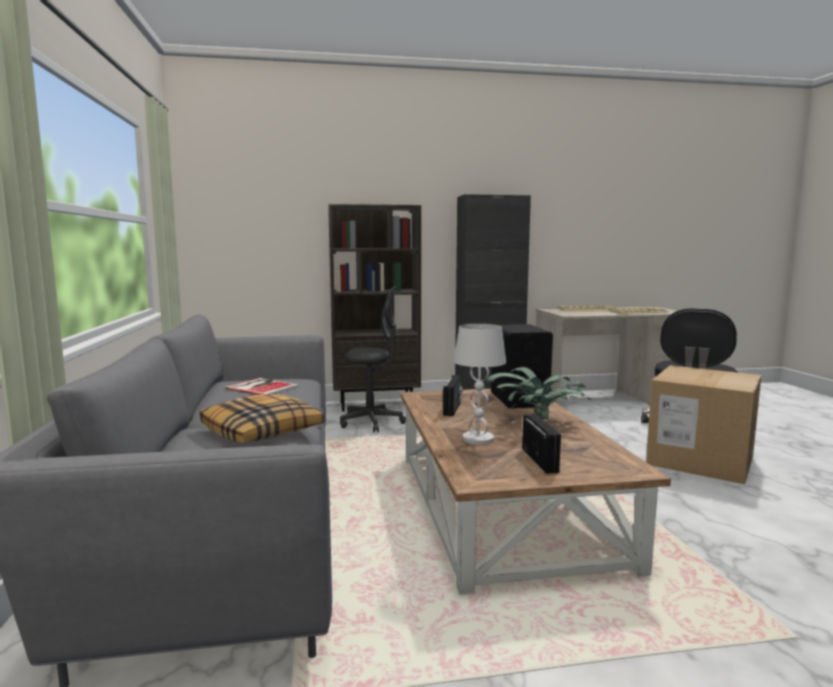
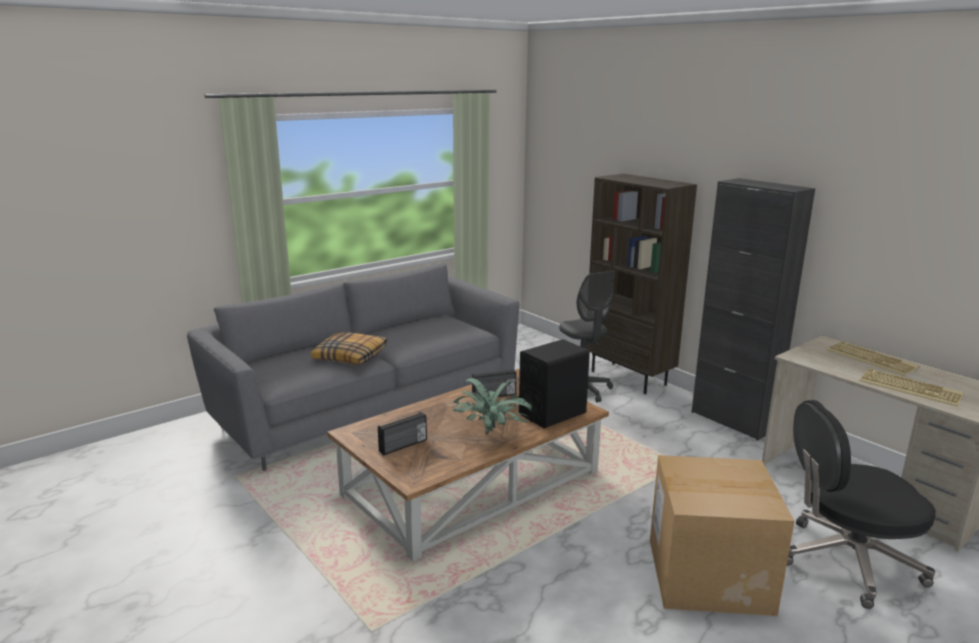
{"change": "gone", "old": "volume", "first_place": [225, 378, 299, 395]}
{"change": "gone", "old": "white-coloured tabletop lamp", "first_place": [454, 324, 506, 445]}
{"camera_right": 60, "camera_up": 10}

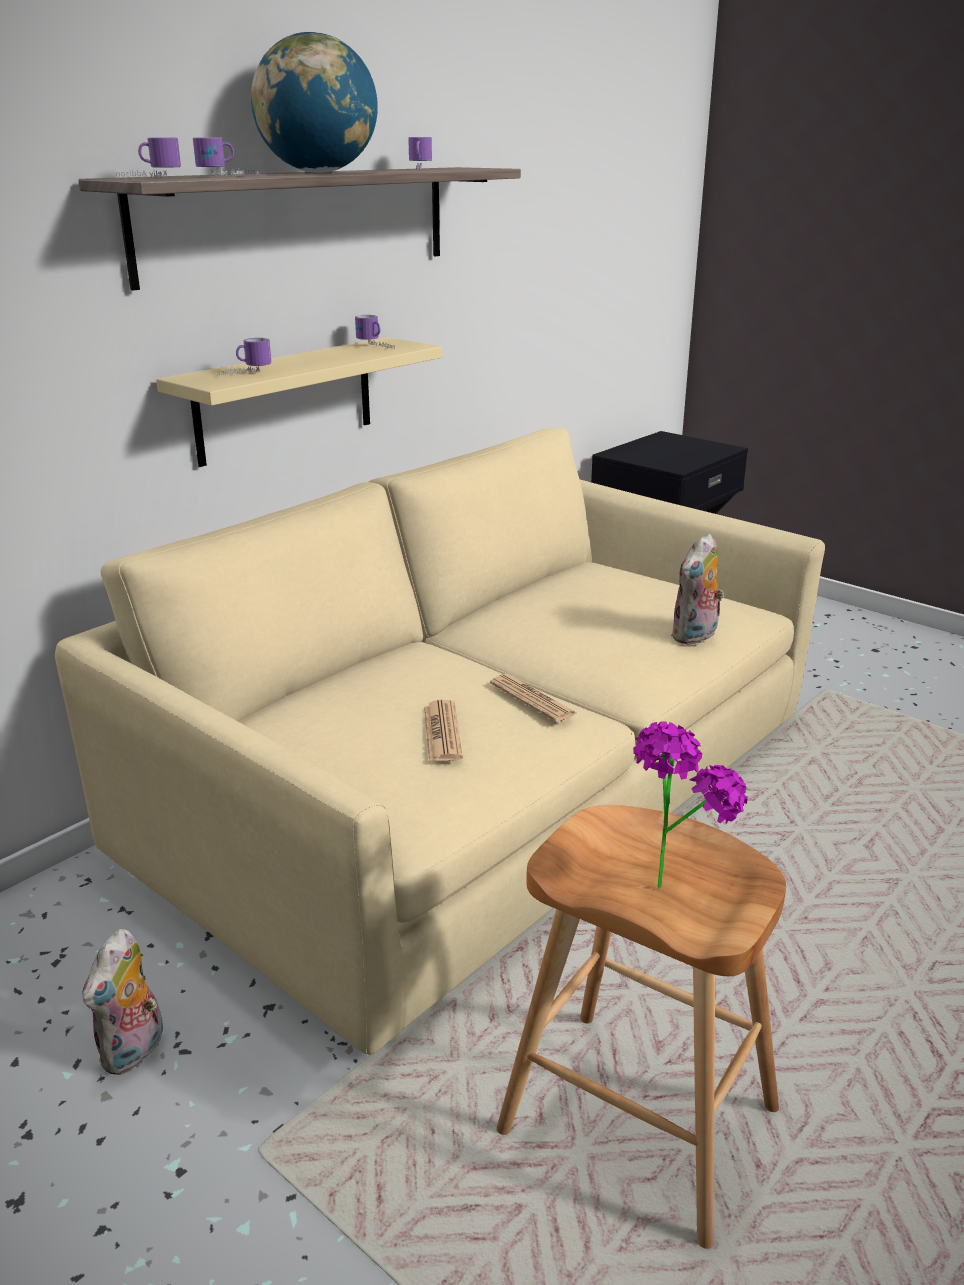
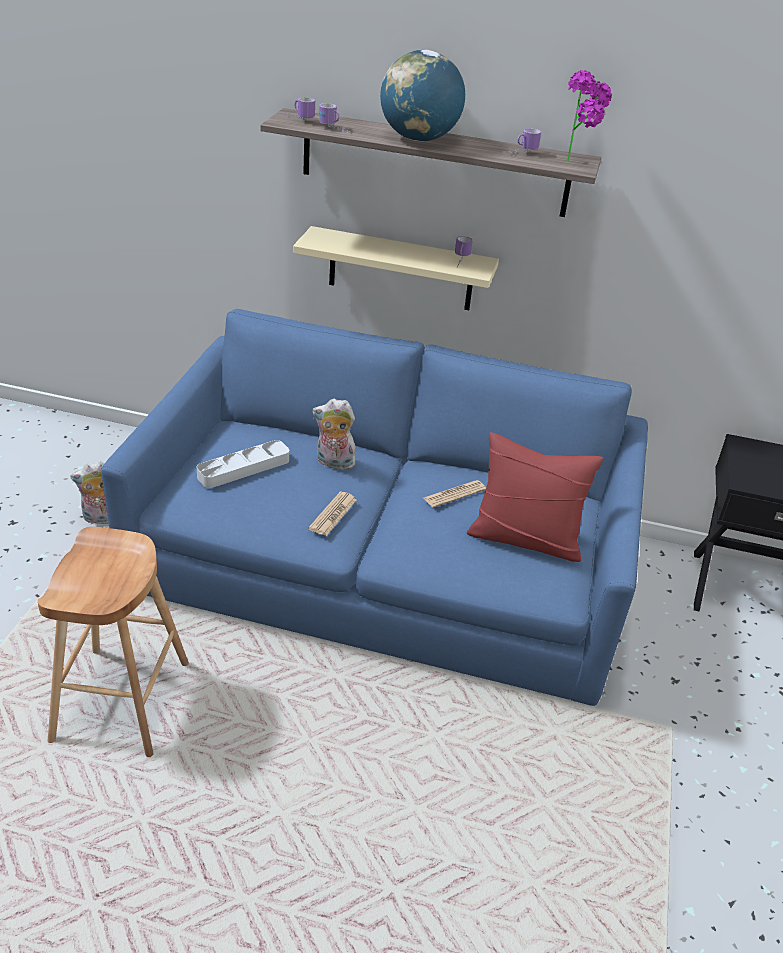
{"change": "gone", "old": "coffee mug", "first_place": [217, 338, 271, 375]}
{"change": "new", "new": "grey carrying tray", "second_place": [197, 440, 289, 488]}
{"change": "new", "new": "red-coloured cushion", "second_place": [467, 432, 603, 562]}
{"change": "shifted", "old": "newspaper", "first_place": [424, 700, 463, 762], "second_place": [423, 480, 486, 508]}
{"change": "shifted", "old": "plant in a pot", "first_place": [633, 721, 748, 889], "second_place": [567, 70, 612, 161]}
{"change": "shifted", "old": "cuddly toy", "first_place": [670, 533, 724, 645], "second_place": [312, 399, 358, 470]}
{"change": "repainted", "old": "beige-coloured couch", "new": "bluish couch", "first_place": [55, 428, 825, 1055], "second_place": [101, 309, 648, 706]}
{"camera_right": 60, "camera_up": 10}

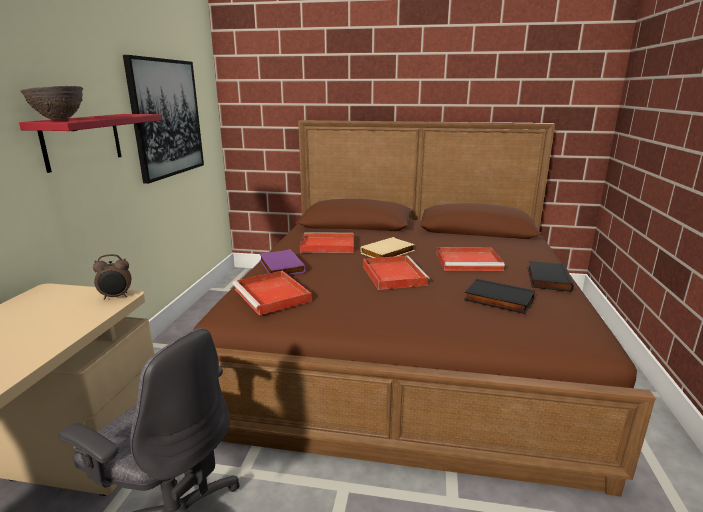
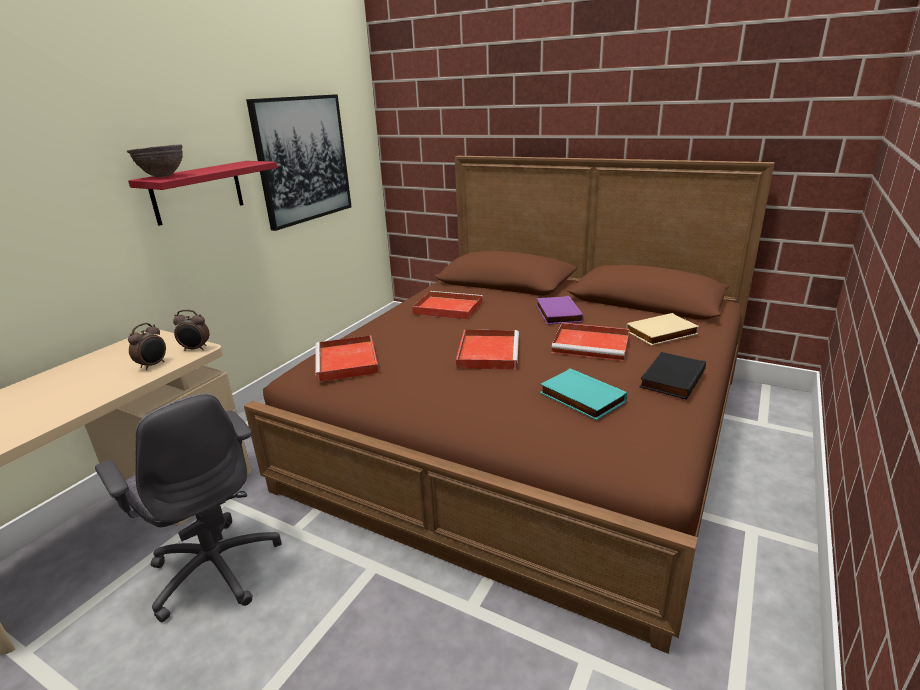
{"change": "new", "new": "bedside clock", "second_place": [128, 323, 166, 370]}
{"change": "shifted", "old": "purple volume", "first_place": [260, 249, 306, 275], "second_place": [536, 296, 583, 325]}
{"change": "shifted", "old": "beige-coloured volume", "first_place": [360, 237, 415, 258], "second_place": [626, 313, 699, 346]}
{"change": "repainted", "old": "black volume", "new": "turquoise volume", "first_place": [464, 278, 535, 314], "second_place": [540, 369, 627, 420]}
{"camera_right": 20, "camera_up": 5}

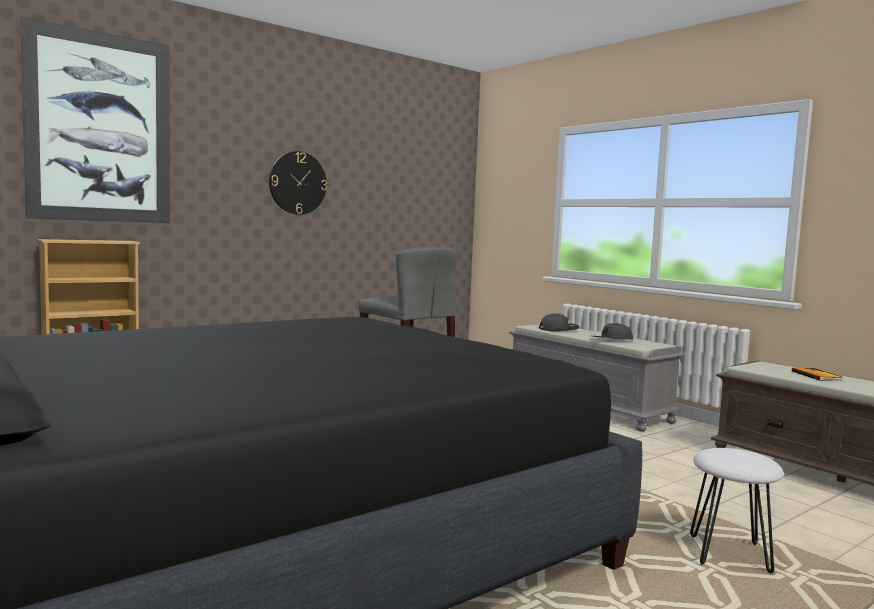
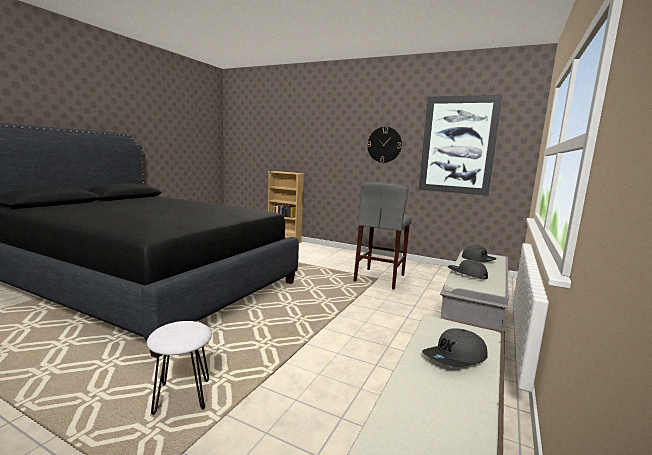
{"change": "shifted", "old": "wall picture", "first_place": [20, 17, 170, 223], "second_place": [419, 95, 502, 196]}
{"change": "swapped", "old": "volume", "new": "grey peaked cap", "first_place": [792, 368, 842, 381], "second_place": [422, 328, 487, 367]}
{"camera_right": 65, "camera_up": 5}

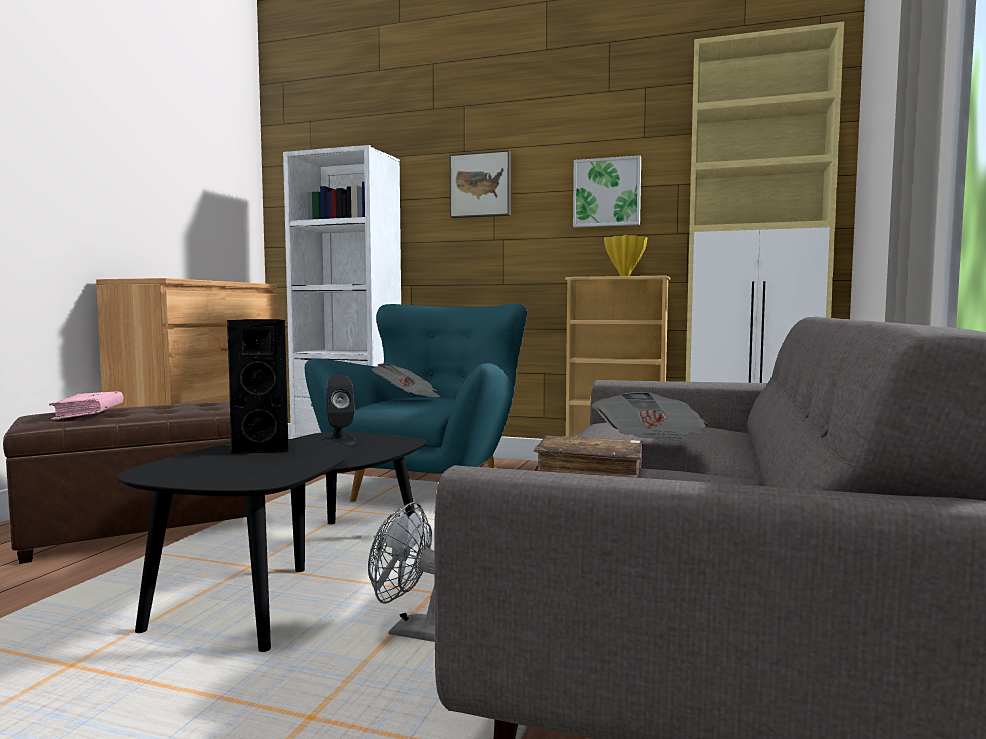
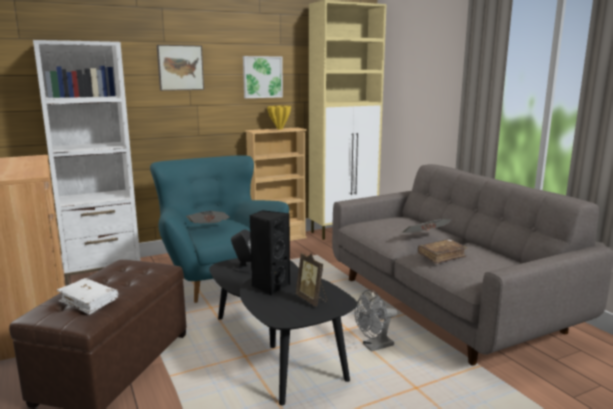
{"change": "new", "new": "photo frame", "second_place": [296, 253, 327, 306]}
{"change": "repainted", "old": "pink-coloured volume", "new": "white-coloured volume", "first_place": [49, 392, 123, 420], "second_place": [57, 278, 118, 315]}
{"camera_right": -45, "camera_up": 10}

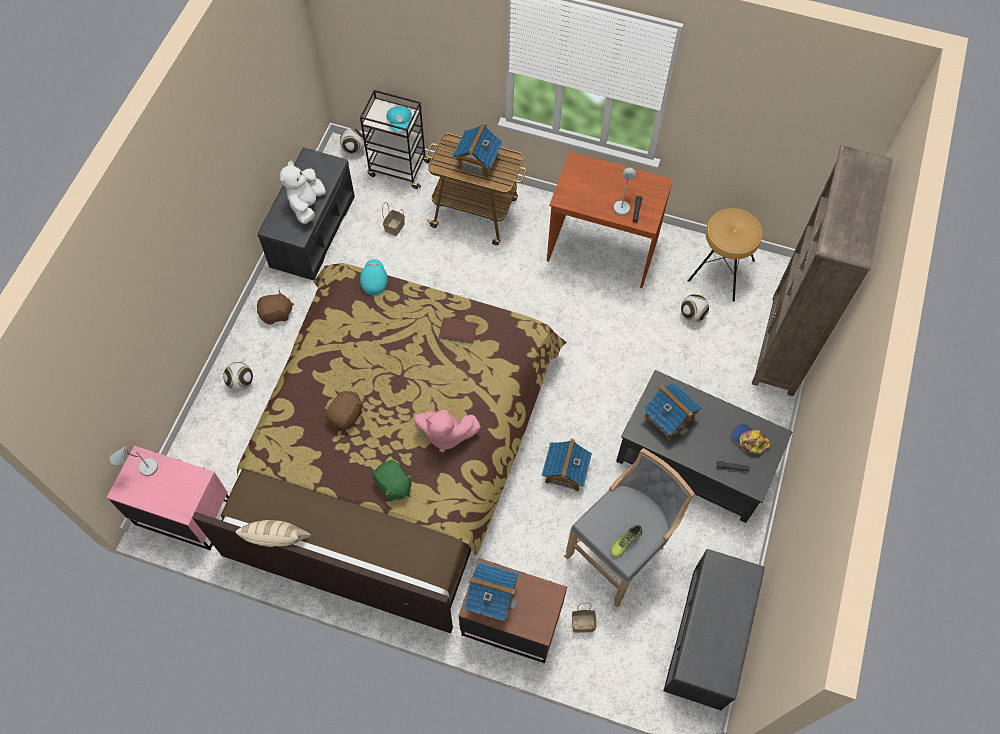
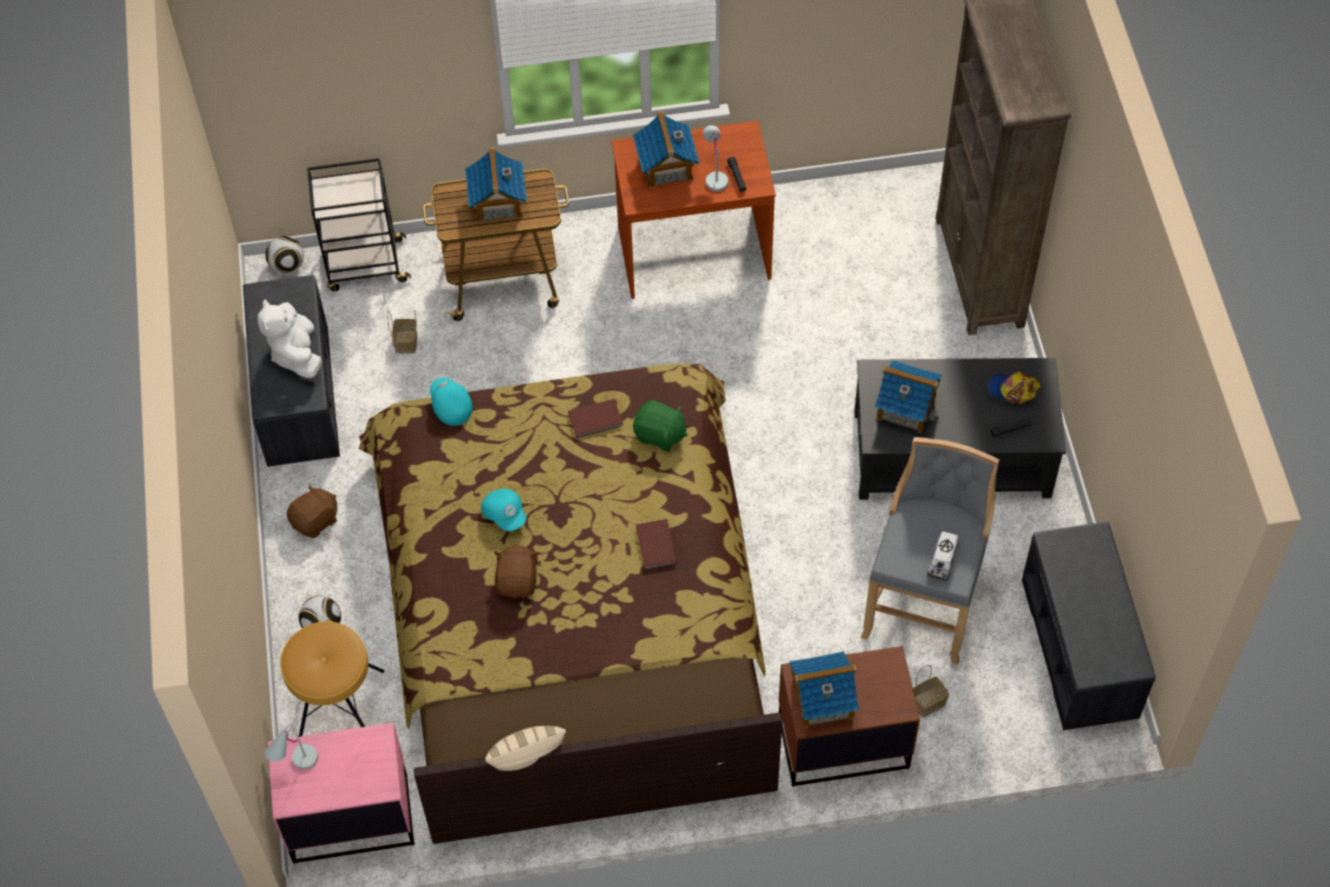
{"change": "gone", "old": "ball for football", "first_place": [681, 294, 709, 322]}
{"change": "shifted", "old": "green cuddly toy", "first_place": [373, 460, 412, 501], "second_place": [633, 400, 688, 451]}
{"change": "shifted", "old": "turquoise peaked cap", "first_place": [386, 106, 412, 131], "second_place": [481, 489, 526, 531]}
{"change": "shifted", "old": "miniature house", "first_place": [542, 438, 592, 491], "second_place": [633, 111, 699, 188]}
{"change": "shifted", "old": "brown stool", "first_place": [688, 208, 762, 302], "second_place": [280, 621, 385, 737]}
{"change": "swapped", "old": "pink-coloured cuddly toy", "new": "brown volume", "first_place": [414, 410, 481, 452], "second_place": [636, 519, 677, 570]}
{"change": "swapped", "old": "shoe", "new": "model truck", "first_place": [611, 525, 642, 558], "second_place": [927, 531, 959, 582]}
{"camera_right": -25, "camera_up": -5}

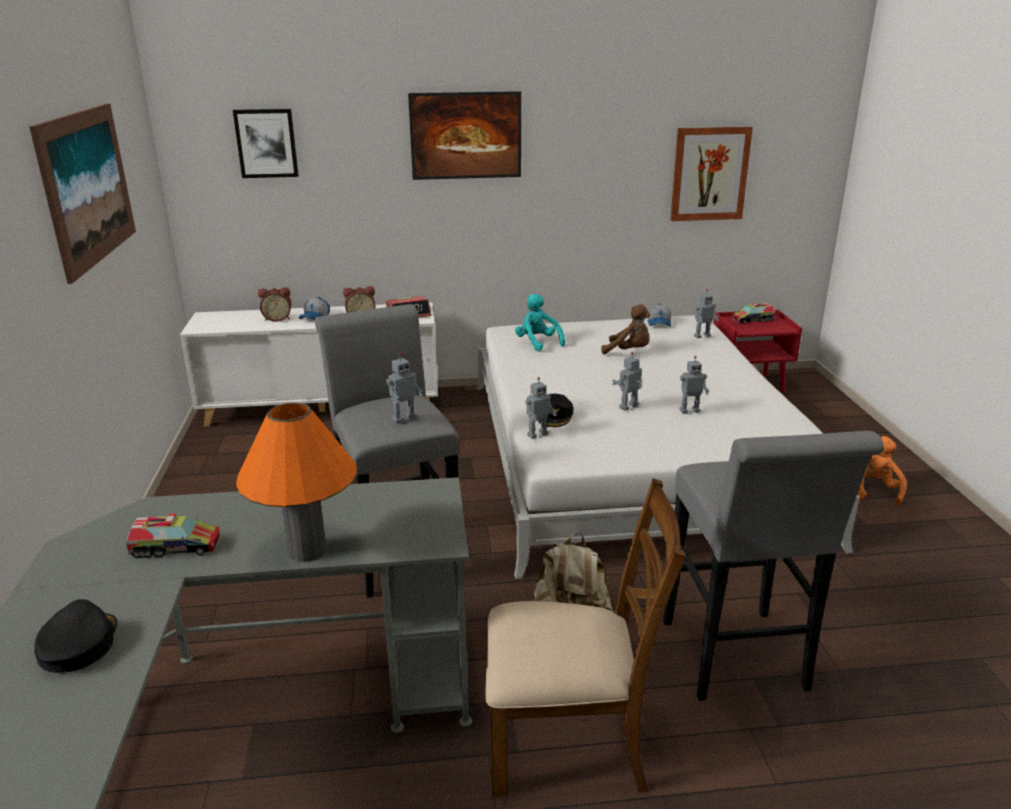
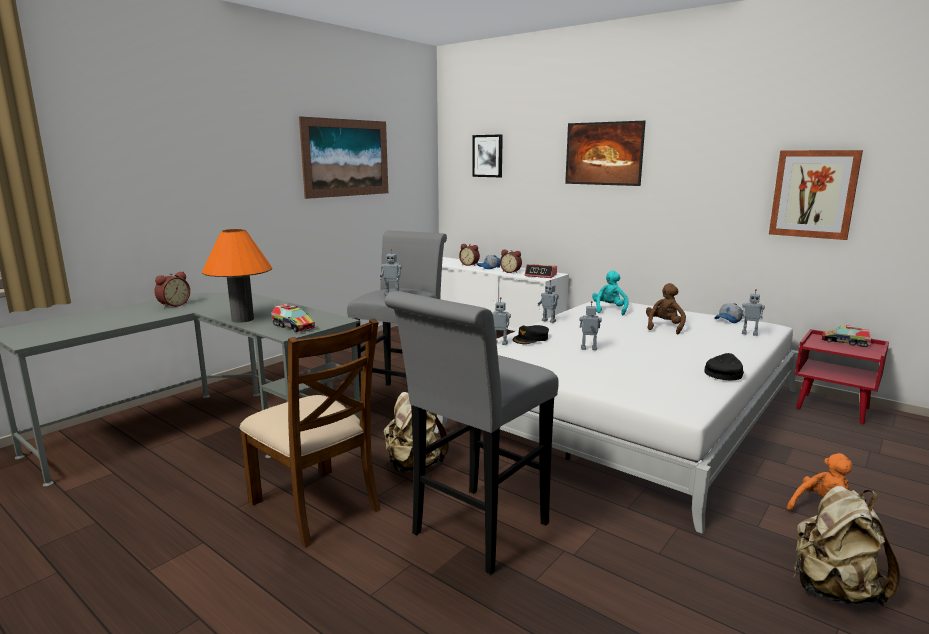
{"change": "new", "new": "bedside clock", "second_place": [154, 271, 190, 308]}
{"change": "new", "new": "beige-coloured rucksack", "second_place": [793, 486, 901, 606]}
{"change": "shifted", "old": "black peaked cap", "first_place": [34, 599, 117, 673], "second_place": [704, 353, 744, 380]}
{"change": "shifted", "old": "model truck", "first_place": [126, 514, 221, 558], "second_place": [271, 304, 315, 332]}
{"change": "shifted", "old": "toy robot", "first_place": [680, 356, 709, 414], "second_place": [538, 280, 559, 323]}
{"change": "rotated", "old": "brown cuddly toy", "first_place": [601, 304, 650, 354], "second_place": [646, 283, 686, 334], "degrees": -135}
{"camera_right": 45, "camera_up": -10}

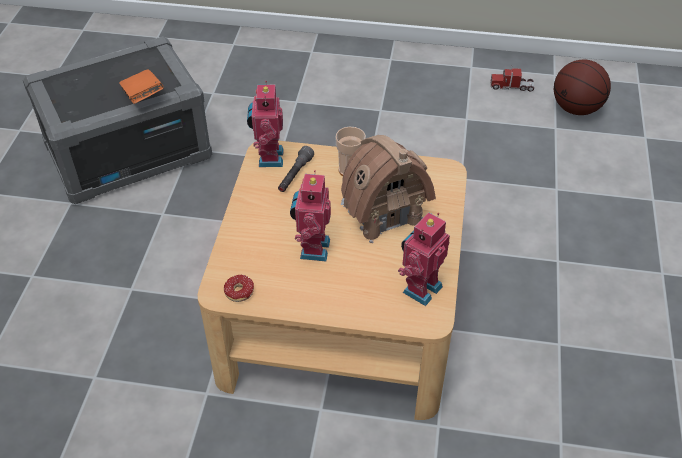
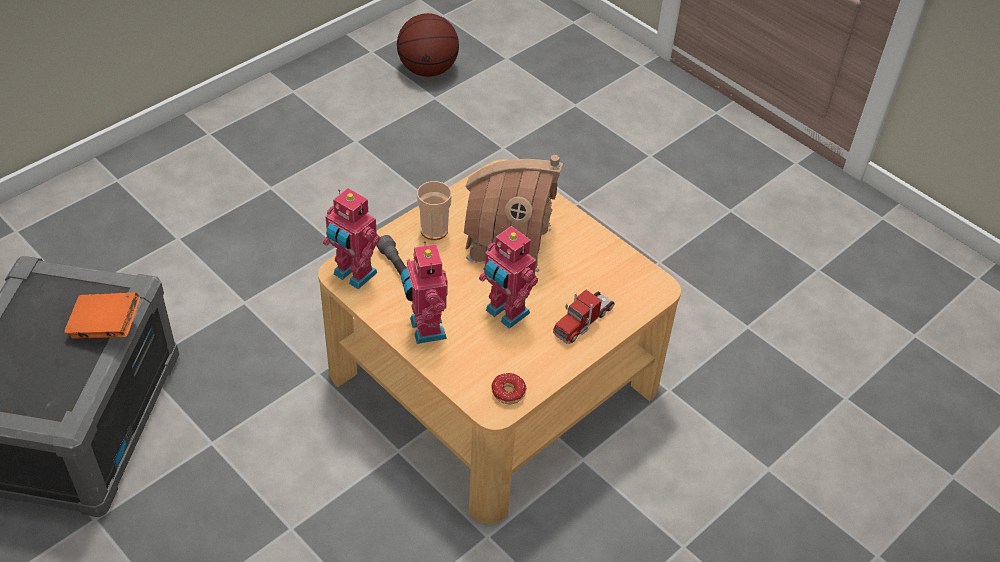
{"change": "shifted", "old": "toy robot", "first_place": [398, 212, 450, 306], "second_place": [401, 241, 448, 344]}
{"change": "shifted", "old": "model truck", "first_place": [491, 65, 534, 92], "second_place": [553, 290, 615, 344]}
{"camera_right": -55, "camera_up": 0}

